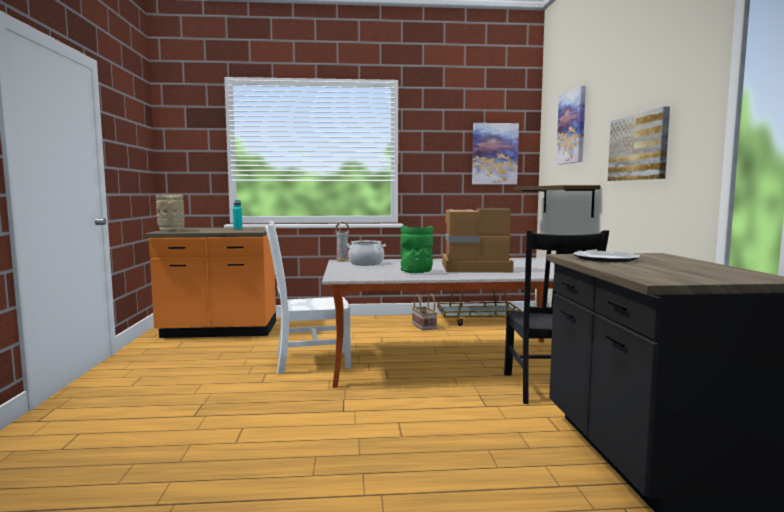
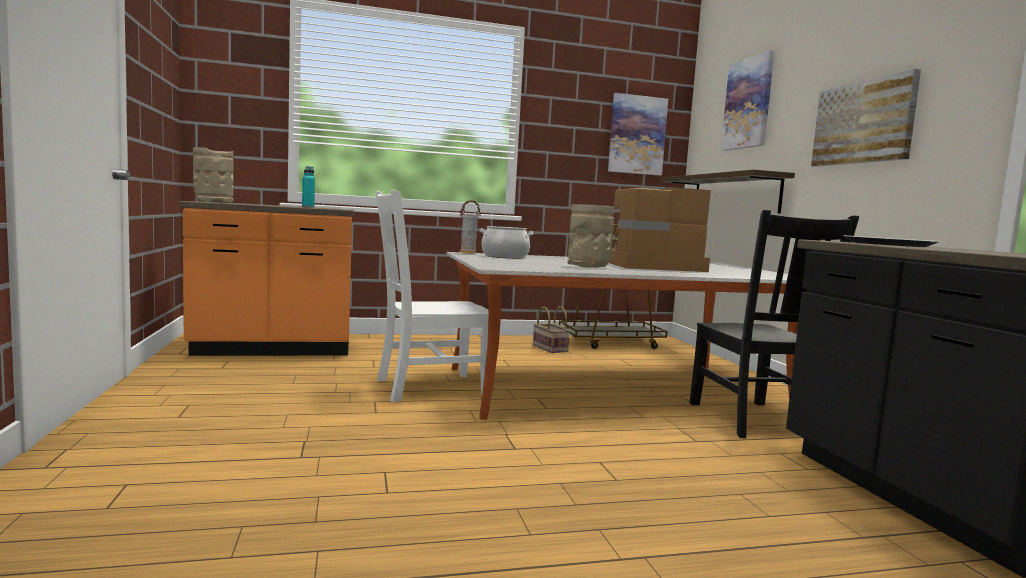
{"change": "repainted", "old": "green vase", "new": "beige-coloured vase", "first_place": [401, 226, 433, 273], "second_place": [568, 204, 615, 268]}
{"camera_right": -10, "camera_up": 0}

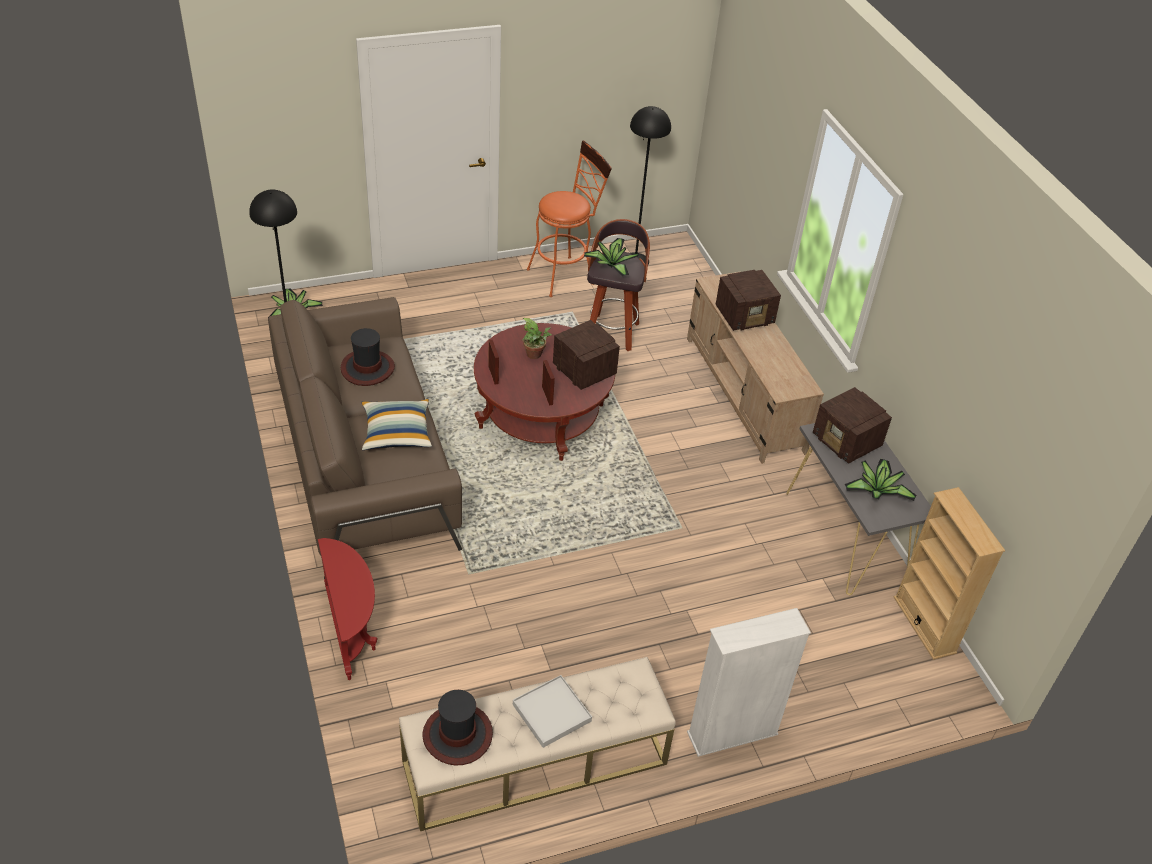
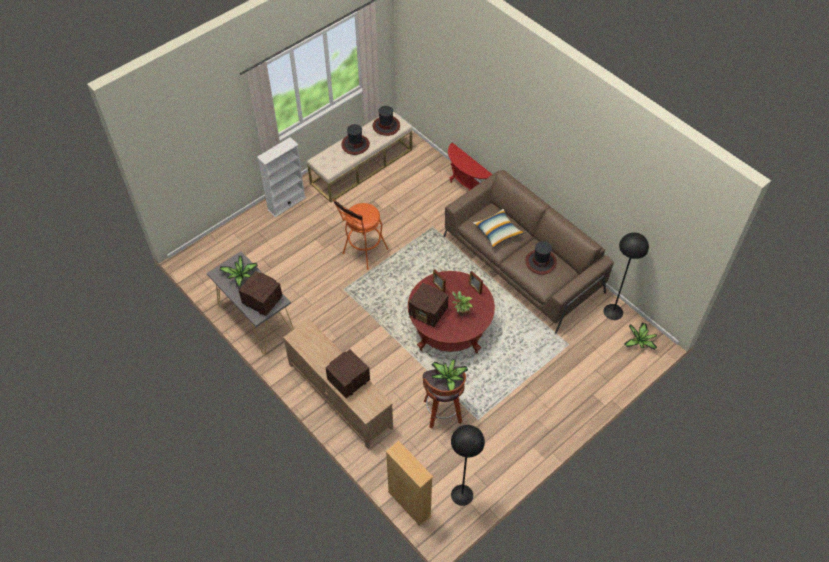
{"change": "shifted", "old": "orange-coloured stool", "first_place": [527, 140, 612, 297], "second_place": [332, 199, 388, 270]}
{"change": "shifted", "old": "beige-coloured shelving unit", "first_place": [894, 487, 1005, 660], "second_place": [386, 441, 433, 526]}
{"change": "swapped", "old": "white-coloured carrying tray", "new": "wearable hat", "first_place": [513, 675, 592, 748], "second_place": [342, 124, 370, 155]}
{"camera_right": 160, "camera_up": 10}

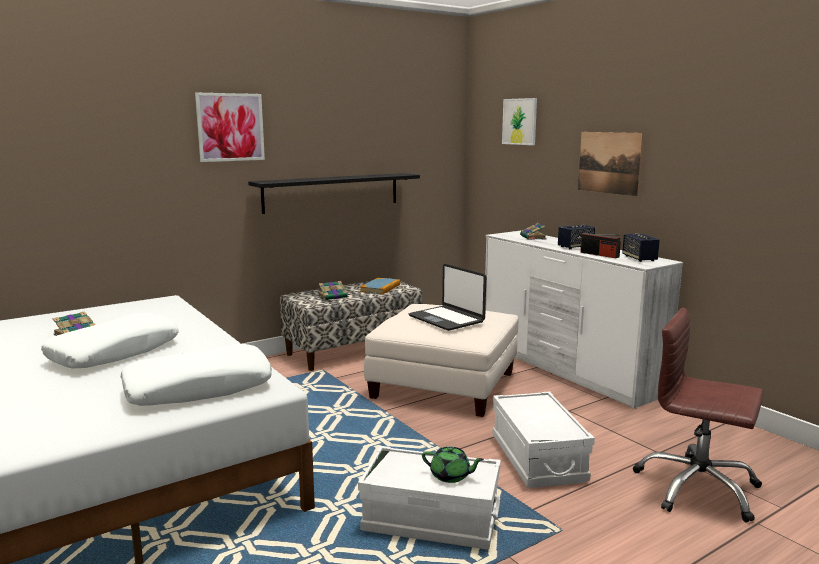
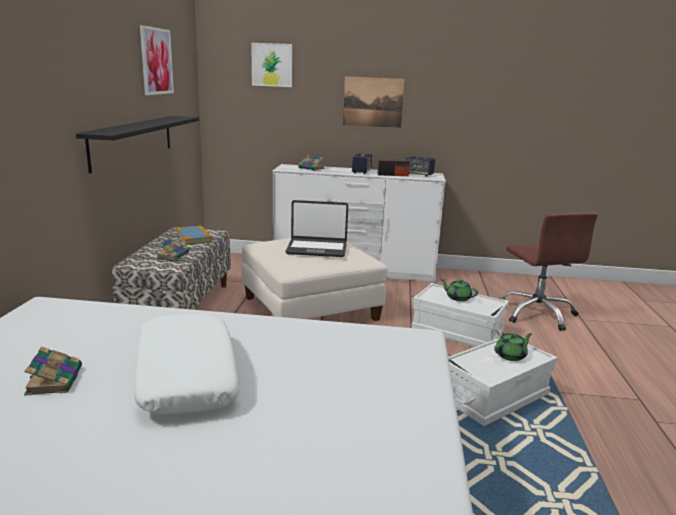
{"change": "gone", "old": "white-coloured cushion", "first_place": [121, 344, 272, 406]}
{"change": "new", "new": "green teapot", "second_place": [441, 279, 478, 302]}
{"change": "shifted", "old": "wall picture", "first_place": [195, 93, 265, 162], "second_place": [140, 25, 174, 95]}
{"change": "rotated", "old": "brown computer chair", "first_place": [633, 308, 764, 522], "second_place": [500, 212, 598, 331], "degrees": -90}
{"camera_right": -50, "camera_up": 5}

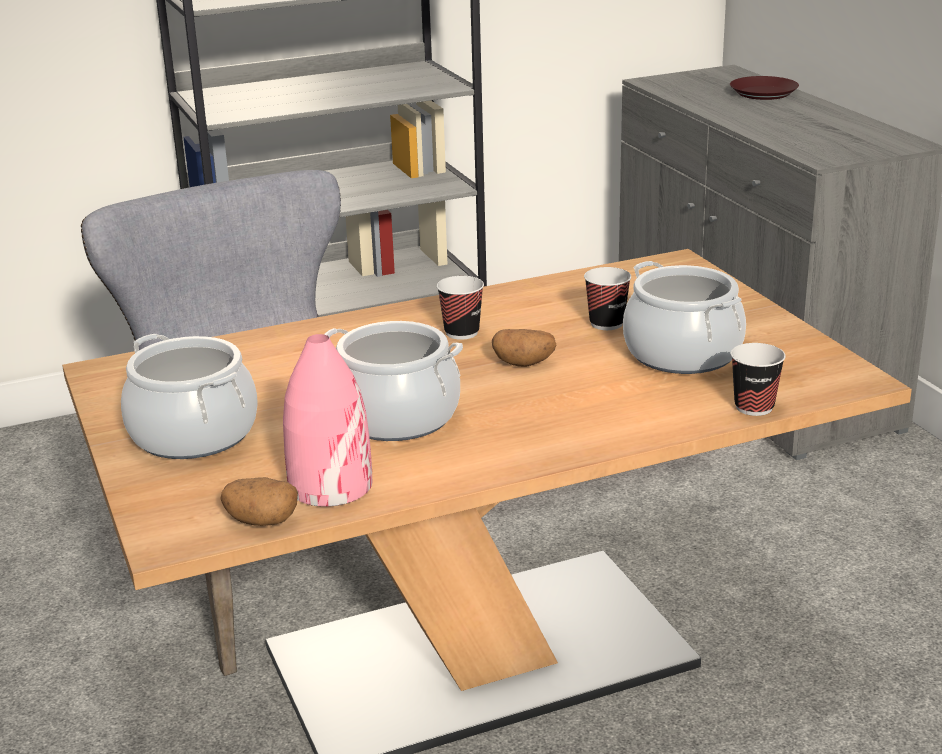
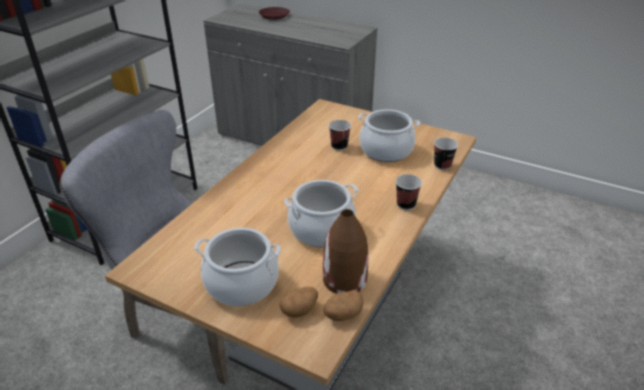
{"change": "shifted", "old": "cup", "first_place": [437, 276, 484, 340], "second_place": [396, 174, 422, 210]}
{"change": "shifted", "old": "whole potato", "first_place": [492, 329, 556, 367], "second_place": [280, 287, 318, 318]}
{"change": "repainted", "old": "pink-coloured vase", "new": "brown vase", "first_place": [283, 334, 372, 507], "second_place": [323, 209, 368, 294]}
{"camera_right": -40, "camera_up": 10}

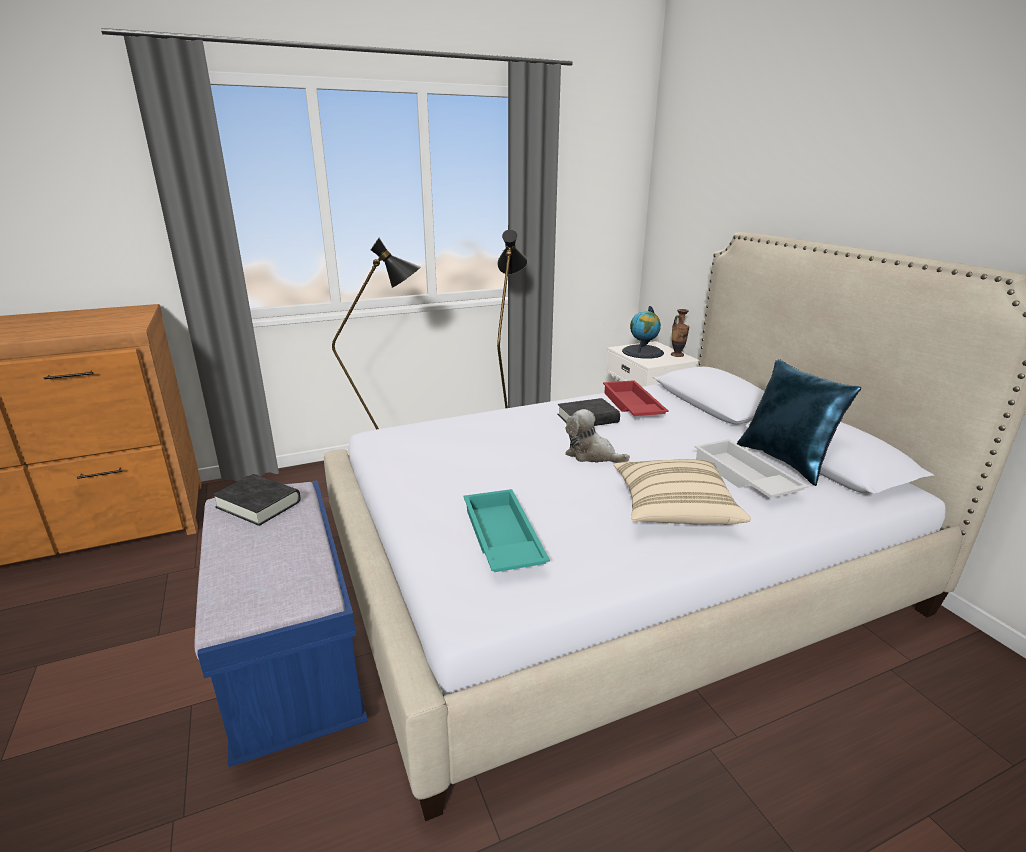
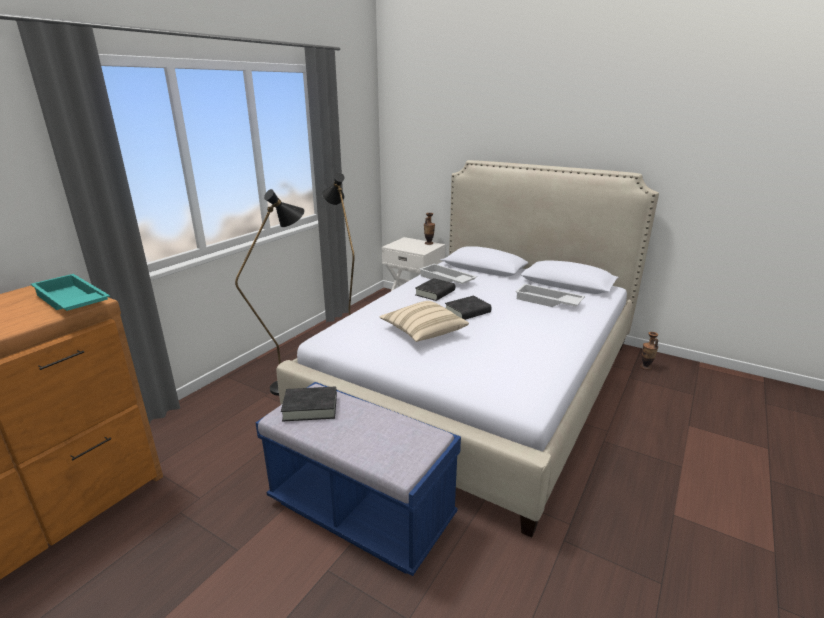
{"change": "gone", "old": "desk globe", "first_place": [622, 306, 664, 358]}
{"change": "gone", "old": "bluish cushion", "first_place": [737, 359, 861, 486]}
{"change": "new", "new": "vase", "second_place": [640, 332, 658, 370]}
{"change": "shifted", "old": "turquoise carrying tray", "first_place": [463, 489, 550, 572], "second_place": [31, 274, 110, 311]}
{"change": "shifted", "old": "beige-coloured cushion", "first_place": [614, 459, 751, 525], "second_place": [379, 301, 469, 342]}
{"change": "swapped", "old": "cuddly toy", "new": "black volume", "first_place": [565, 409, 630, 463], "second_place": [445, 296, 491, 320]}
{"change": "repainted", "old": "red-coloured carrying tray", "new": "white-coloured carrying tray", "first_place": [603, 380, 669, 416], "second_place": [419, 264, 477, 284]}
{"camera_right": -35, "camera_up": 0}

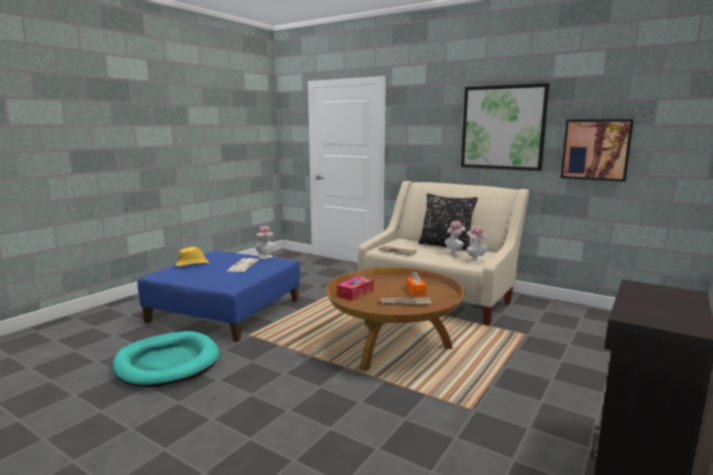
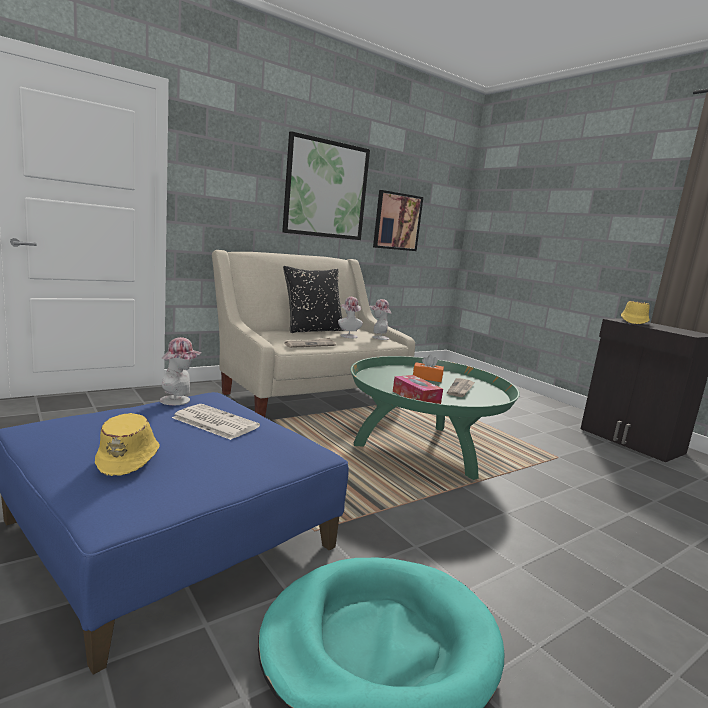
{"change": "new", "new": "yellow wearable hat", "second_place": [621, 301, 650, 324]}
{"change": "repainted", "old": "brown coffee table", "new": "green coffee table", "first_place": [326, 267, 465, 371], "second_place": [351, 356, 520, 480]}
{"camera_right": -70, "camera_up": 0}

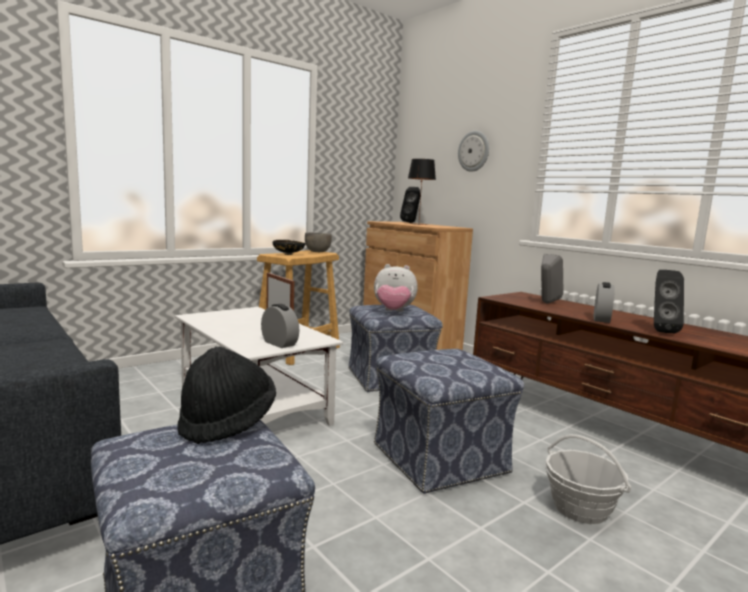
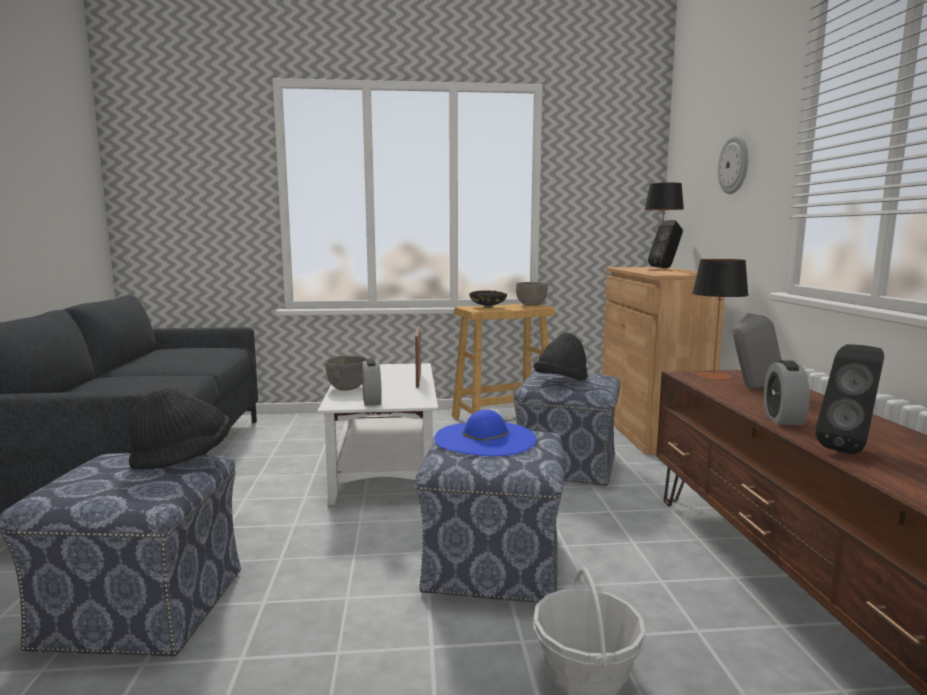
{"change": "new", "new": "grey bowl", "second_place": [326, 356, 367, 391]}
{"change": "new", "new": "bluish wearable hat", "second_place": [434, 409, 537, 456]}
{"change": "new", "new": "tabletop lamp", "second_place": [692, 259, 749, 380]}
{"change": "swapped", "old": "cuddly toy", "new": "black wearable hat", "first_place": [374, 264, 418, 312], "second_place": [533, 332, 588, 380]}
{"change": "rotated", "old": "bedside clock", "first_place": [593, 282, 615, 323], "second_place": [764, 360, 810, 426], "degrees": 135}
{"camera_right": 35, "camera_up": 0}

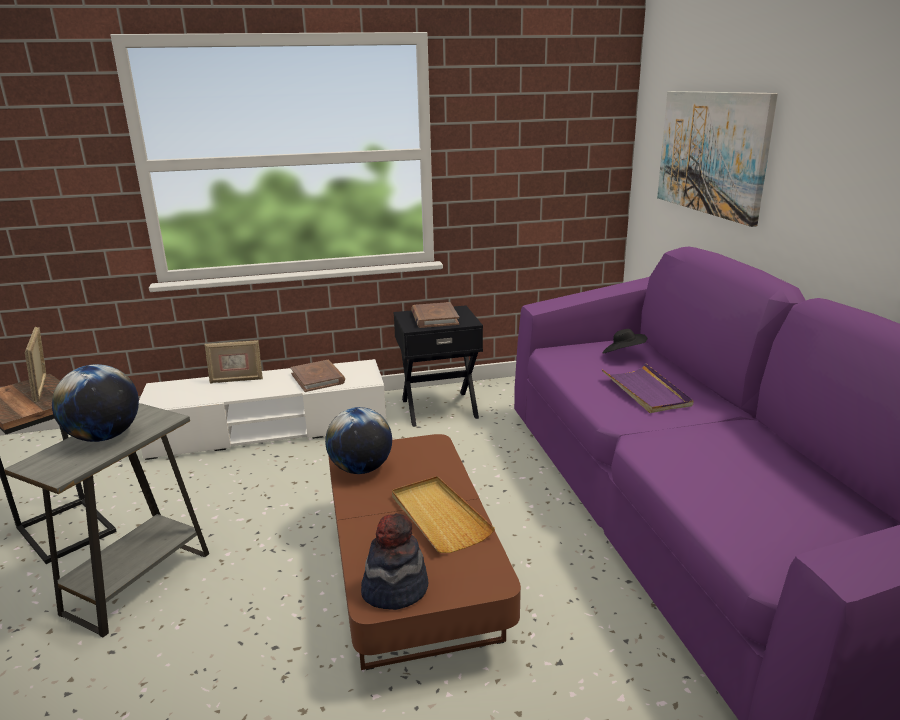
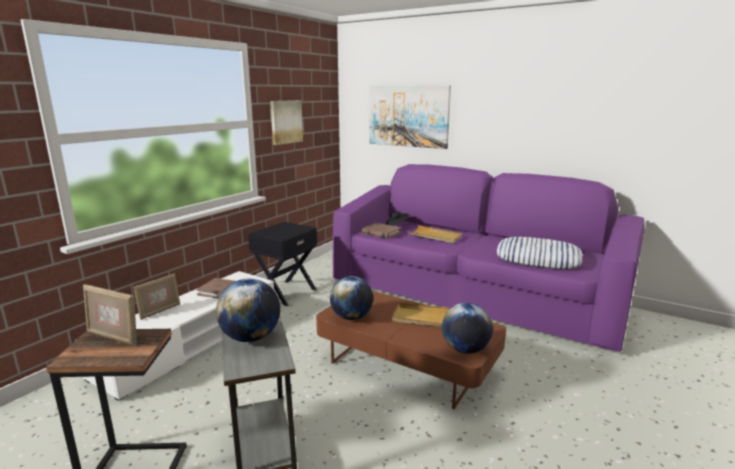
{"change": "new", "new": "wall picture", "second_place": [270, 100, 303, 145]}
{"change": "new", "new": "cushion", "second_place": [497, 237, 583, 269]}
{"change": "shifted", "old": "brown volume", "first_place": [411, 302, 459, 328], "second_place": [361, 223, 401, 239]}
{"change": "swapped", "old": "wearable hat", "new": "desk globe", "first_place": [361, 513, 428, 610], "second_place": [442, 303, 493, 354]}
{"change": "repainted", "old": "purple carrying tray", "new": "beige-coloured carrying tray", "first_place": [602, 363, 694, 413], "second_place": [408, 225, 462, 243]}
{"camera_right": -45, "camera_up": -5}

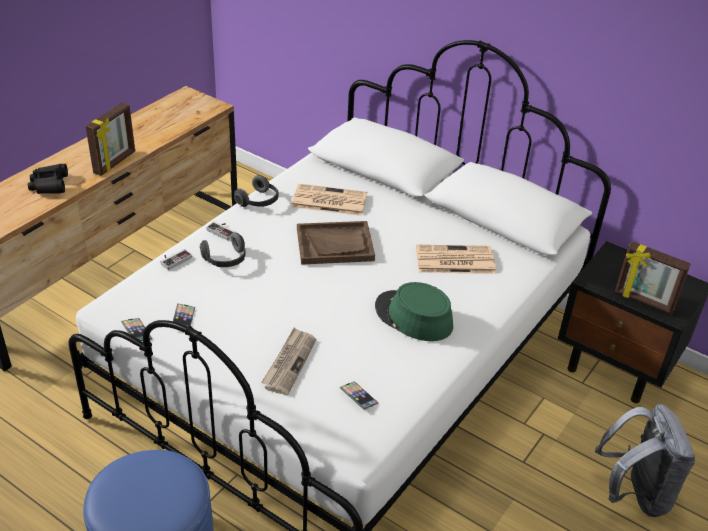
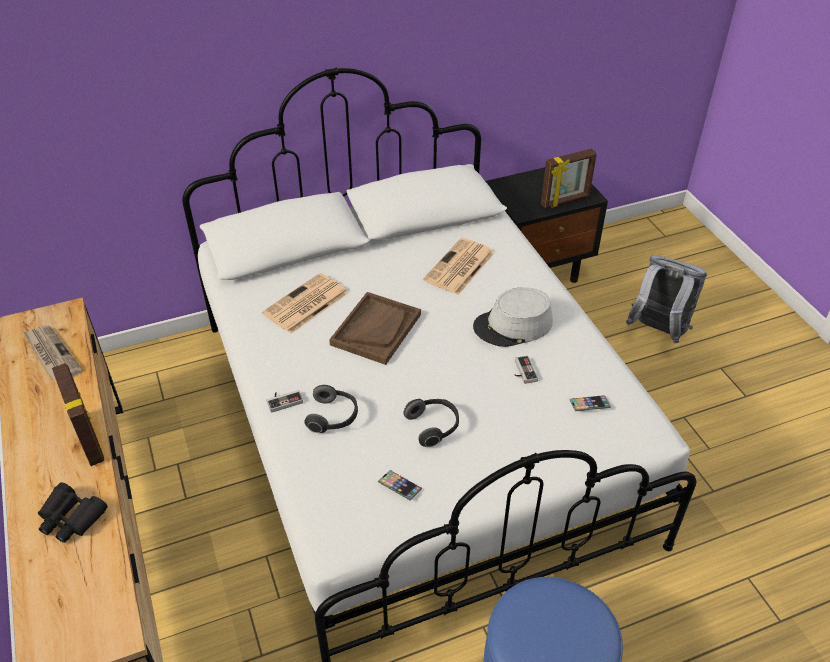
{"change": "gone", "old": "phone", "first_place": [121, 318, 152, 341]}
{"change": "shifted", "old": "gamepad", "first_place": [160, 249, 192, 270], "second_place": [514, 356, 538, 384]}
{"change": "shifted", "old": "pair of headphones", "first_place": [234, 175, 279, 207], "second_place": [403, 399, 459, 447]}
{"change": "shifted", "old": "newspaper", "first_place": [261, 328, 316, 395], "second_place": [24, 325, 83, 381]}
{"change": "repainted", "old": "green wearable hat", "new": "grey wearable hat", "first_place": [375, 282, 453, 341], "second_place": [473, 287, 553, 347]}
{"camera_right": -55, "camera_up": 5}

